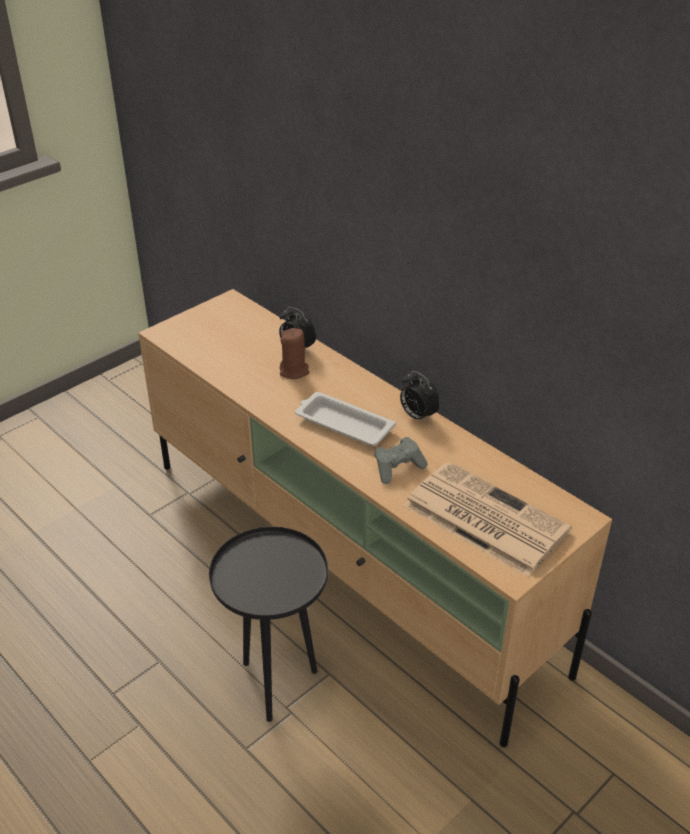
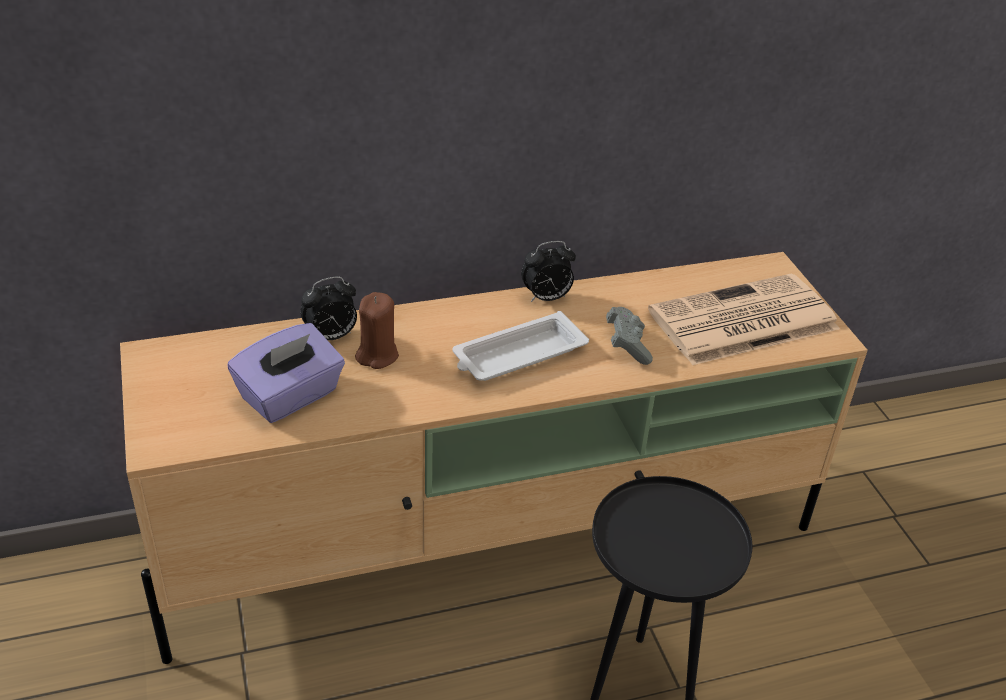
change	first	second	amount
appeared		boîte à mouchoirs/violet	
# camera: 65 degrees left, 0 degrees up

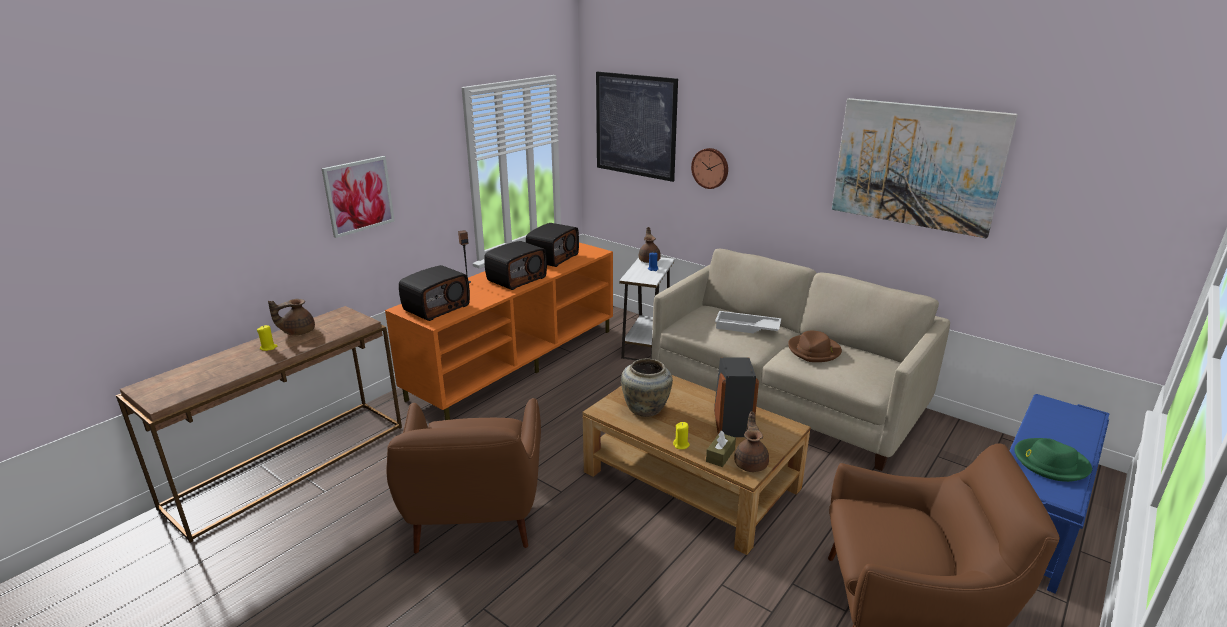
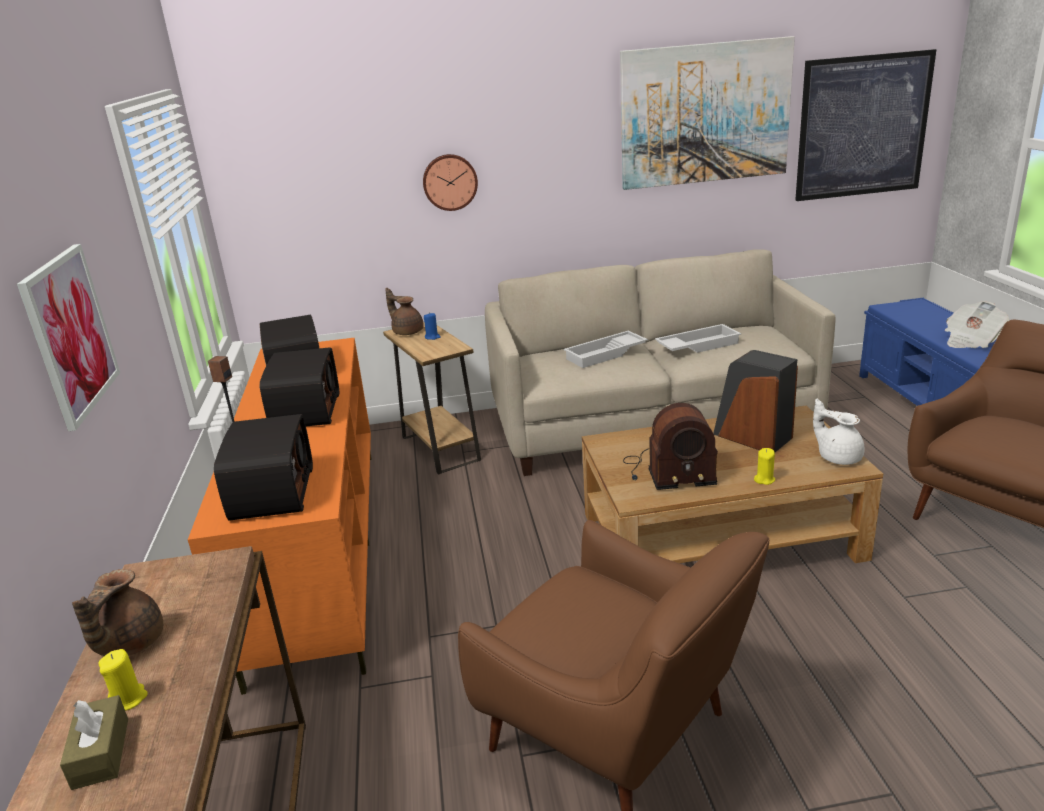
change	first	second	amount
relocated	tableau (no. 2 from left in the first image)	tableau (no. 3 from left)	
colour	table d'appoint/blanc	table d'appoint/marron	
exchanged	vase/beige	radio (no. 4 from left)	
relocated	boîte à mouchoirs/marron		
colour	théière/marron (no. 3 from left)	théière/blanc	
exchanged	chapeau/marron	plateau/blanc (no. 2 from left)	
exchanged	chapeau/vert	journal	
# camera: 45 degrees left, 0 degrees up

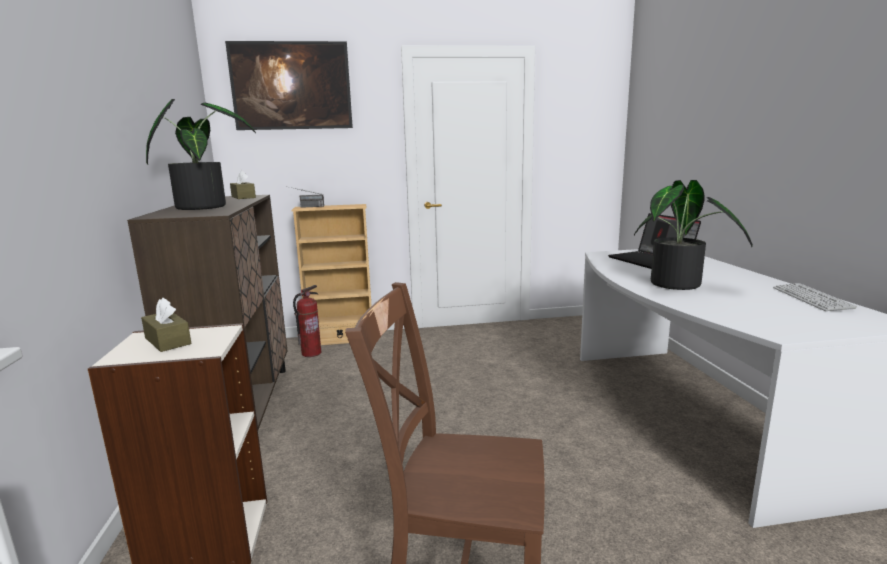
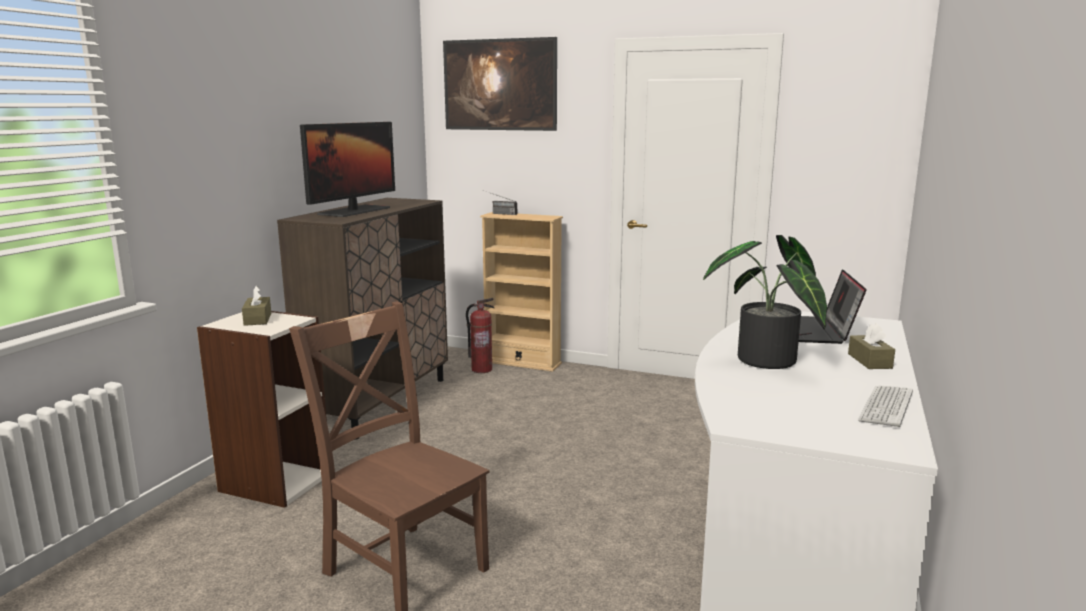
change	first	second	amount
exchanged	plante en pot (no. 1 from left)	écran d'ordinateur	
relocated	boîte à mouchoirs/marron (no. 2 from left)		
# camera: 30 degrees right, 0 degrees up

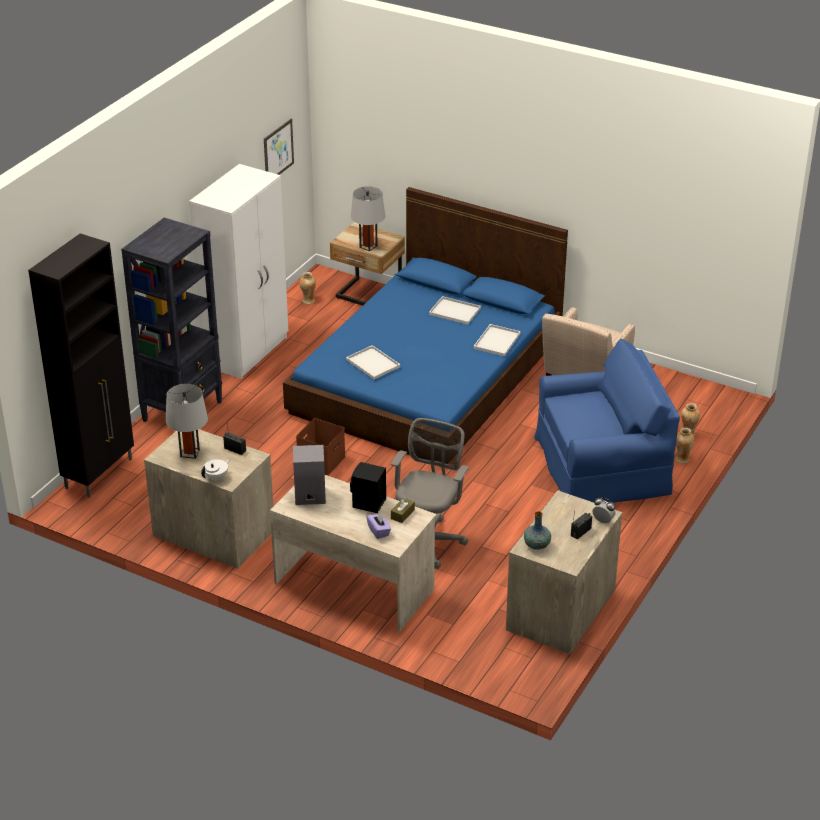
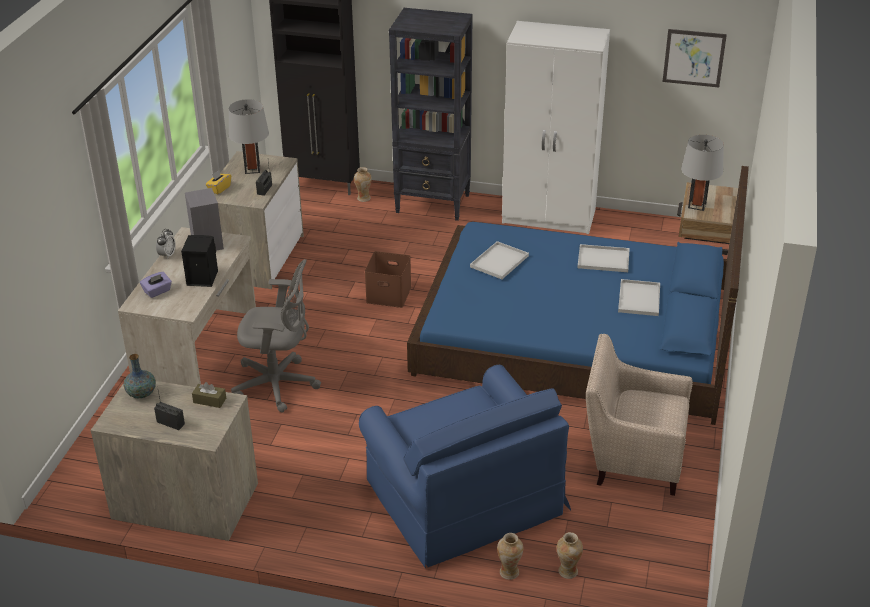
change	first	second	amount
exchanged	théière/blanc	boîte à mouchoirs/jaune	
relocated	vase (no. 1 from left in the first image)	vase (no. 2 from left)	
relocated	boîte à mouchoirs/marron		
relocated	plateau/blanc (no. 3 from left in the first image)	plateau/blanc (no. 2 from left)	
relocated	réveil		
# camera: 75 degrees right, 0 degrees up

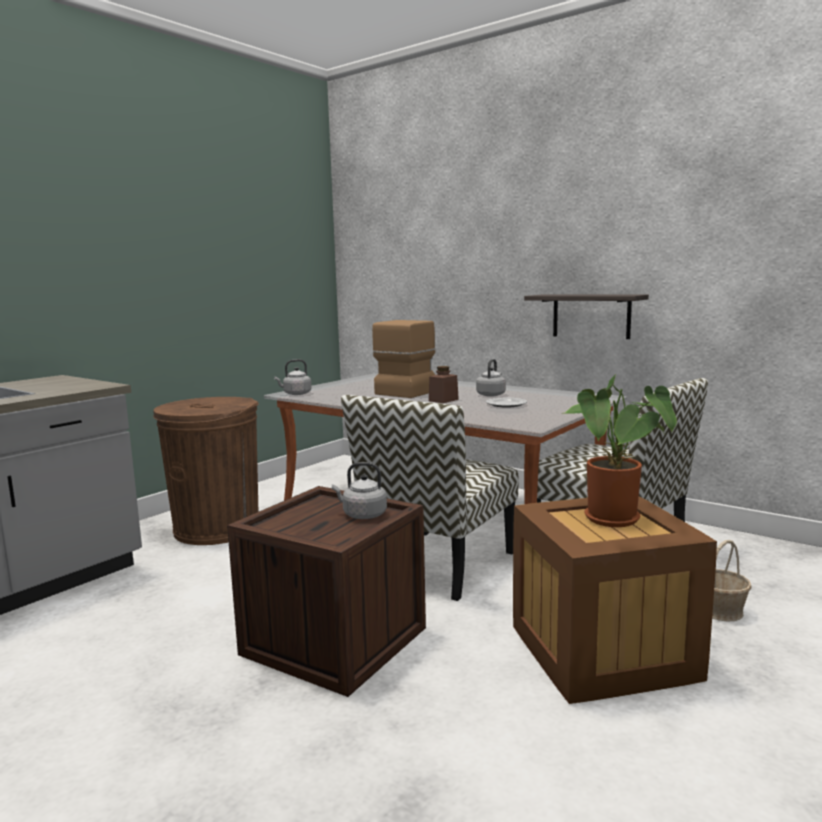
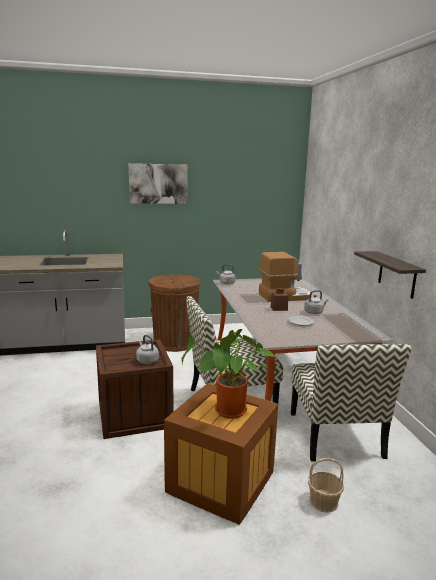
change	first	second	amount
appeared		tableau	
# camera: 40 degrees right, 5 degrees up

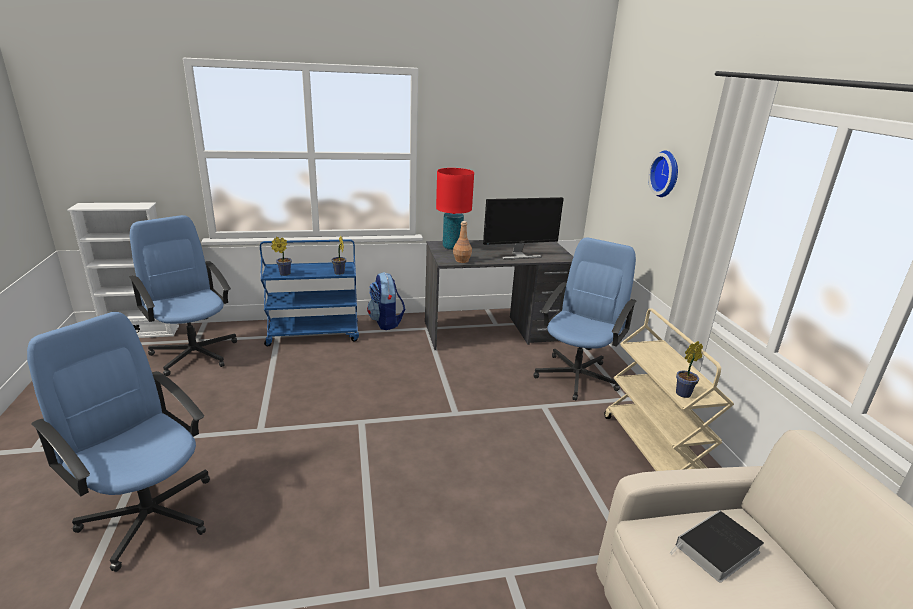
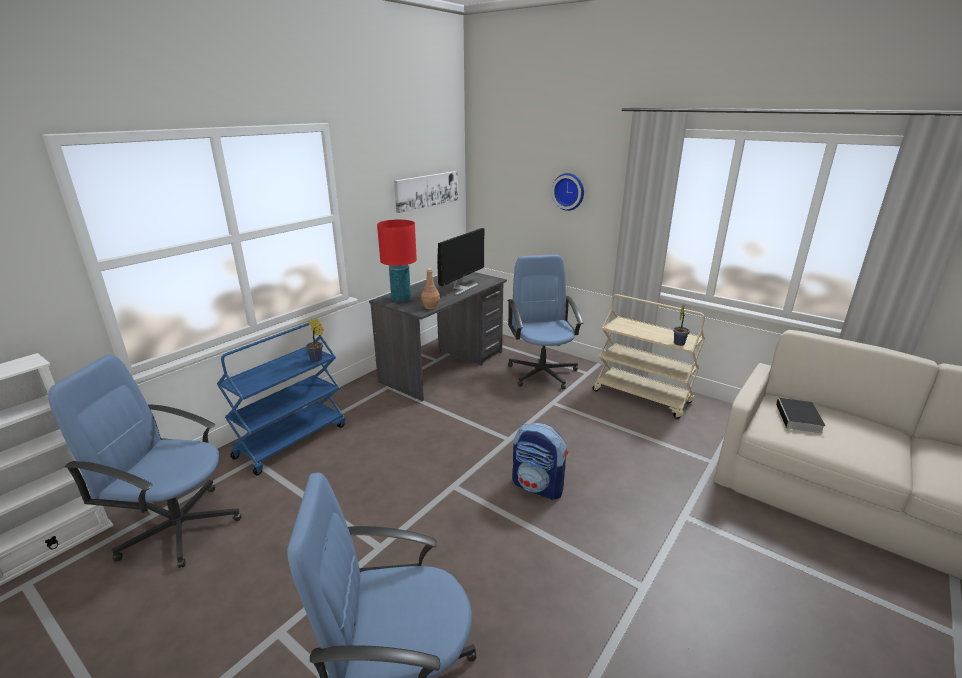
change	first	second	amount
missing	plante en pot (no. 1 from left)		
relocated	sac à dos		
appeared		tableau	
# camera: 40 degrees left, 0 degrees up

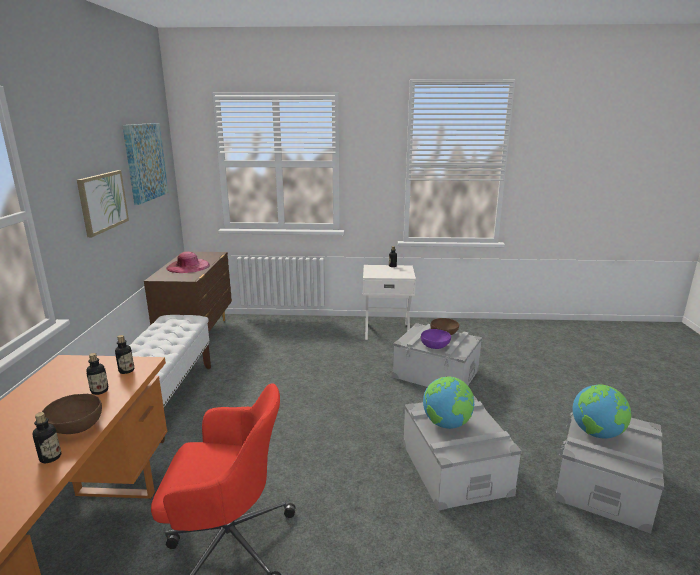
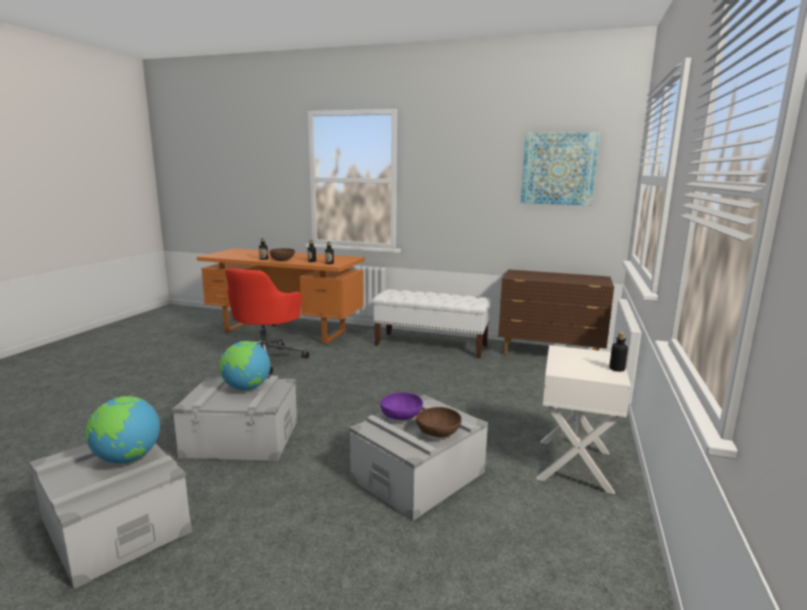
change	first	second	amount
missing	tableau (no. 1 from left)		
missing	chapeau/rose		
# camera: 105 degrees right, 5 degrees down

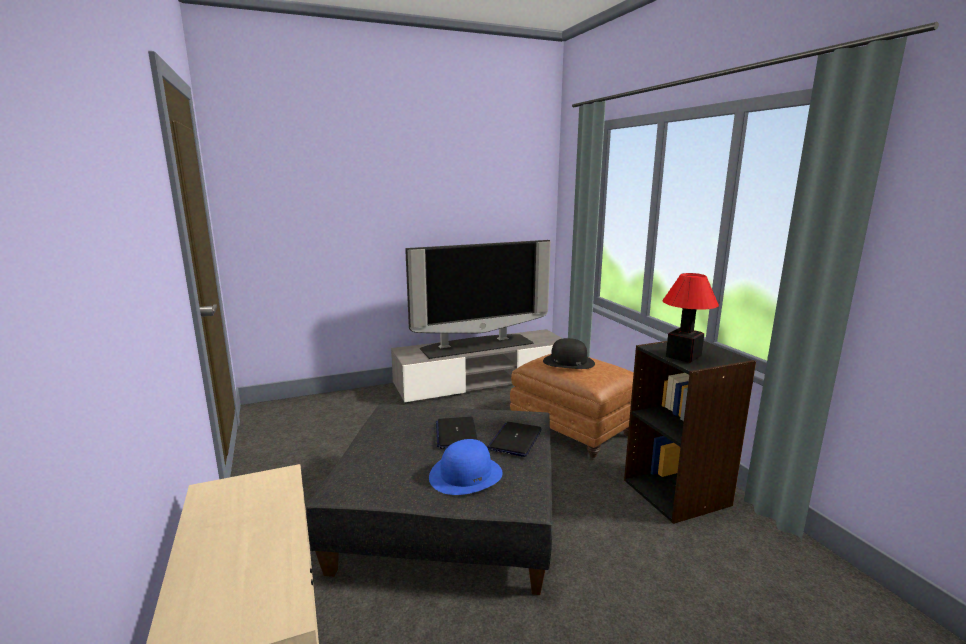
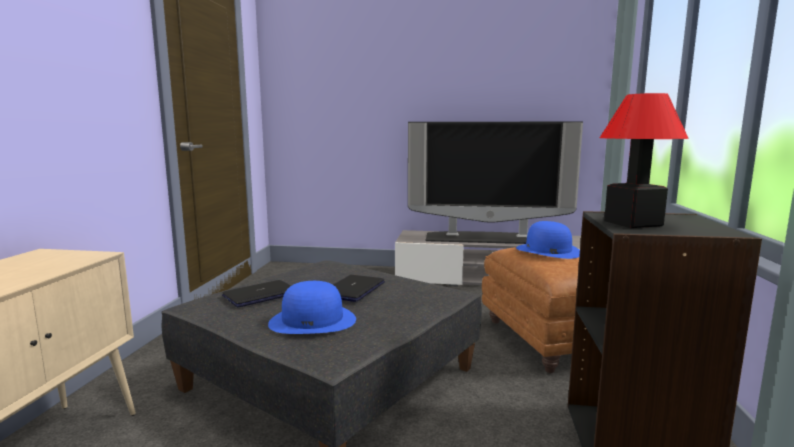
change	first	second	amount
relocated	ordinateur portable (no. 2 from left in the first image)	ordinateur portable (no. 1 from left)	
colour	chapeau/noir	chapeau/bleu (no. 2 from left)	
# camera: 30 degrees right, 5 degrees down

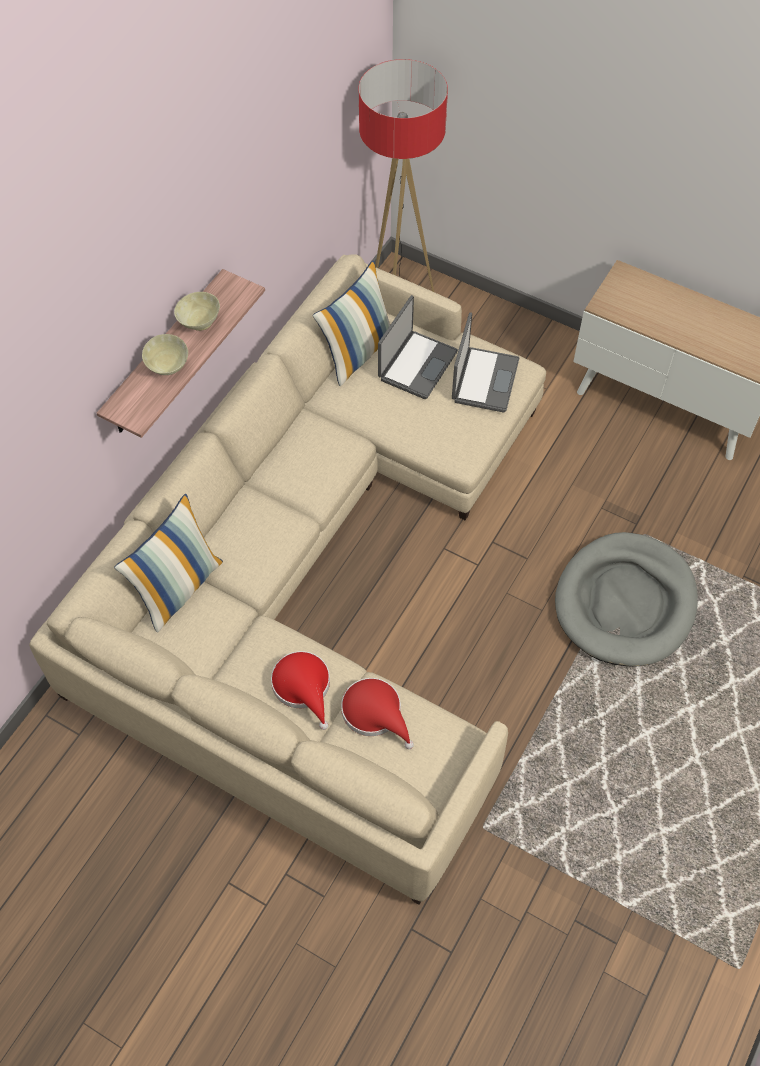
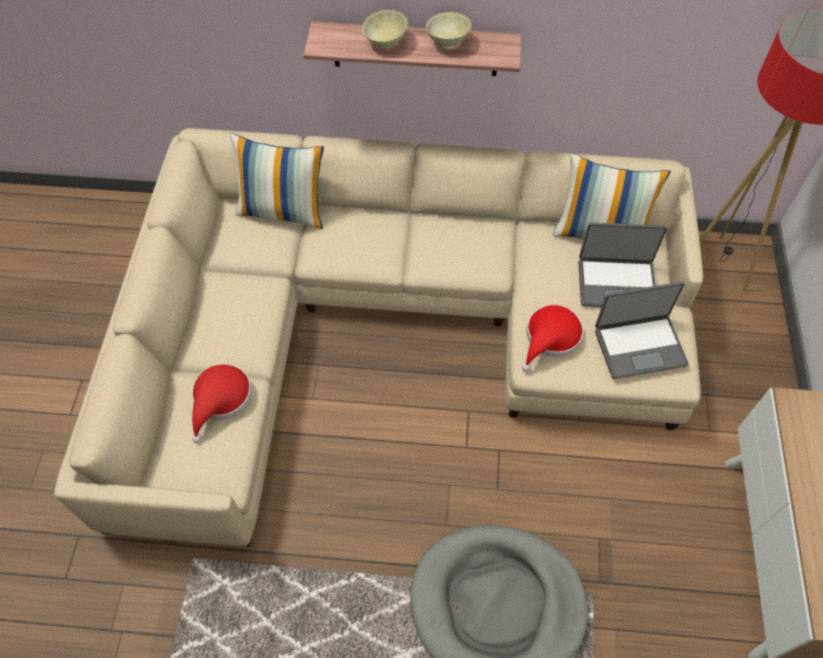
change	first	second	amount
relocated	chapeau/rouge (no. 1 from left in the first image)	chapeau/rouge (no. 2 from left)	
# camera: 65 degrees right, 0 degrees up

